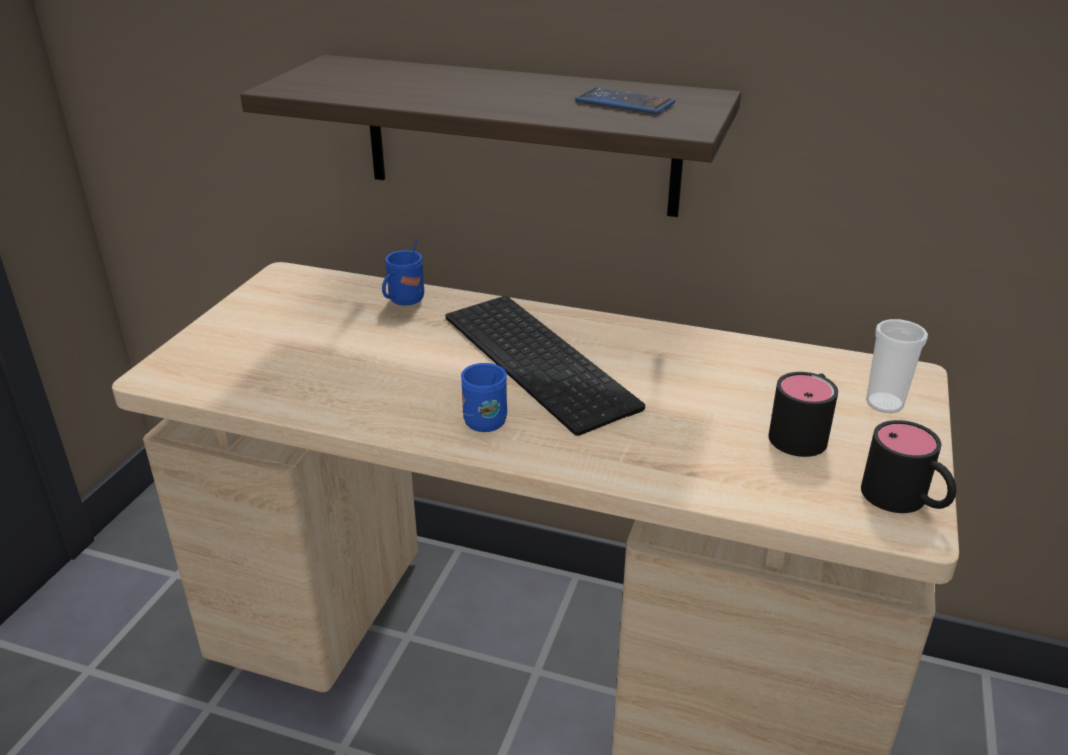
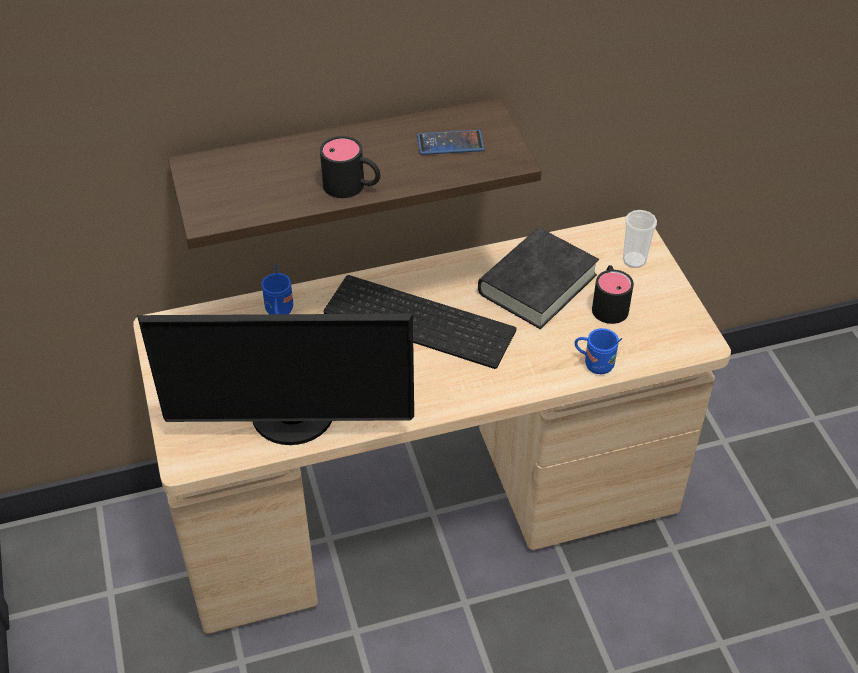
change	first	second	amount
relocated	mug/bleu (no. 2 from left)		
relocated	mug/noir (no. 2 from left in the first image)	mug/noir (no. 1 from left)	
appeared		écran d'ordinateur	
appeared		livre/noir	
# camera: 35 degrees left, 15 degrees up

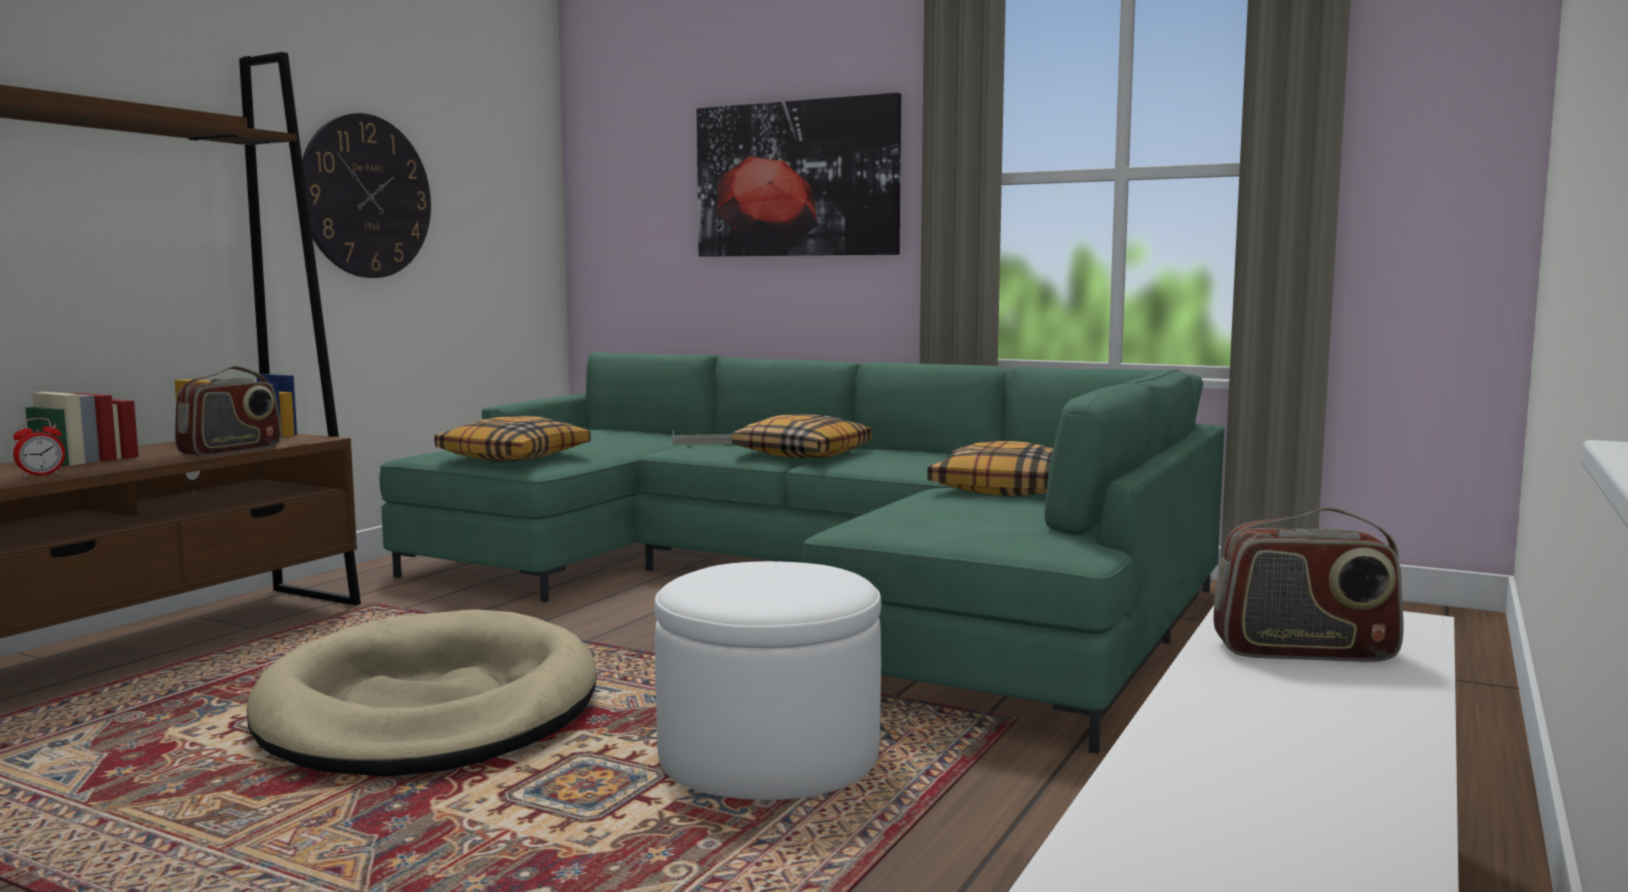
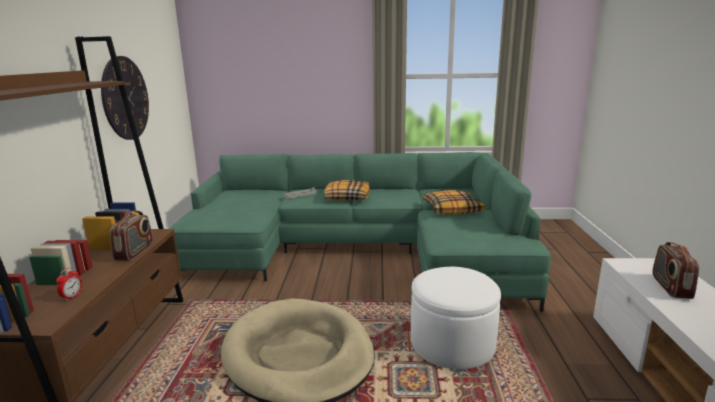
change	first	second	amount
missing	coussin (no. 1 from left)		
missing	tableau		
spun	radio (no. 2 from left)		120 degrees clockwise
# camera: 25 degrees left, 10 degrees up

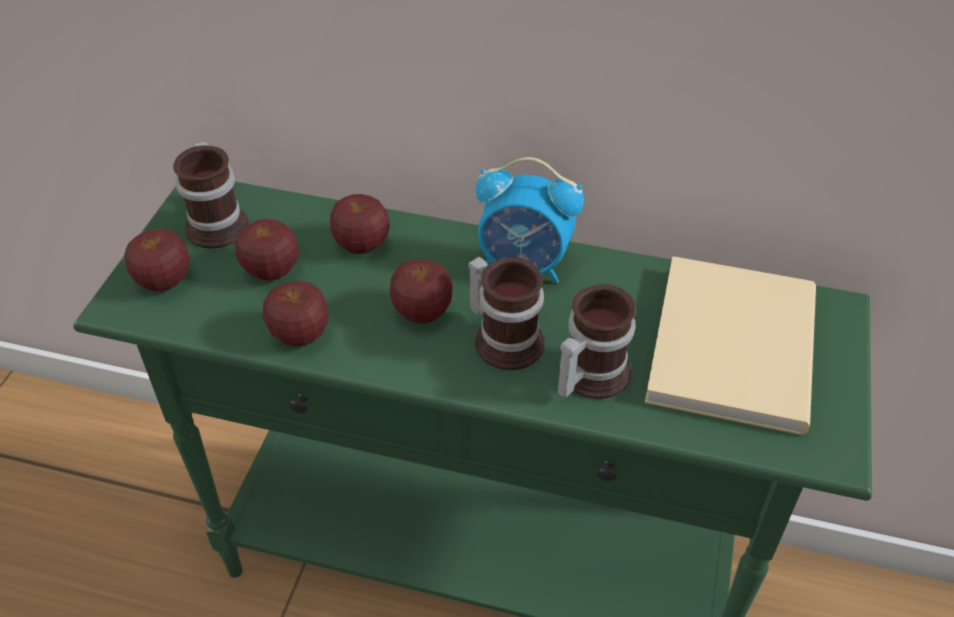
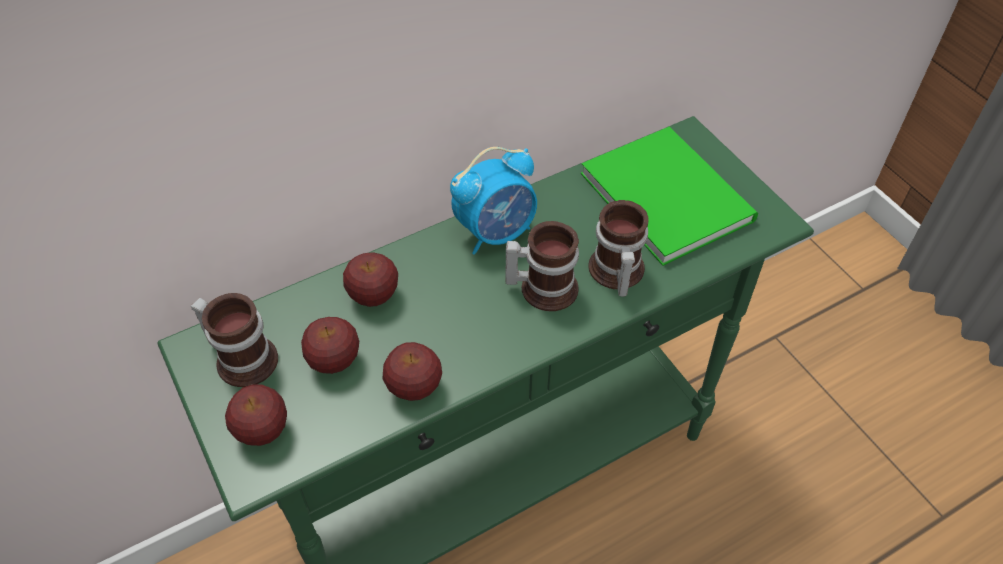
change	first	second	amount
missing	pomme (no. 5 from left)		
colour	livre/beige	livre/vert	
# camera: 45 degrees left, 5 degrees up

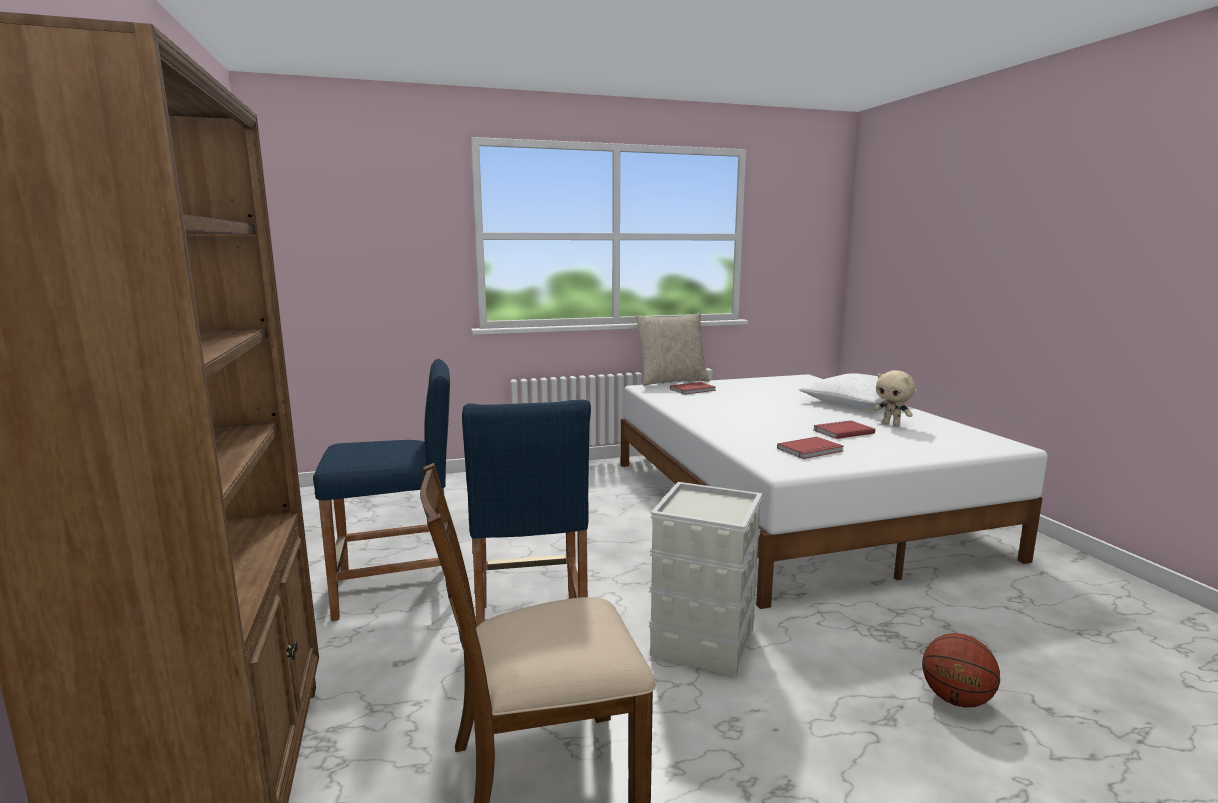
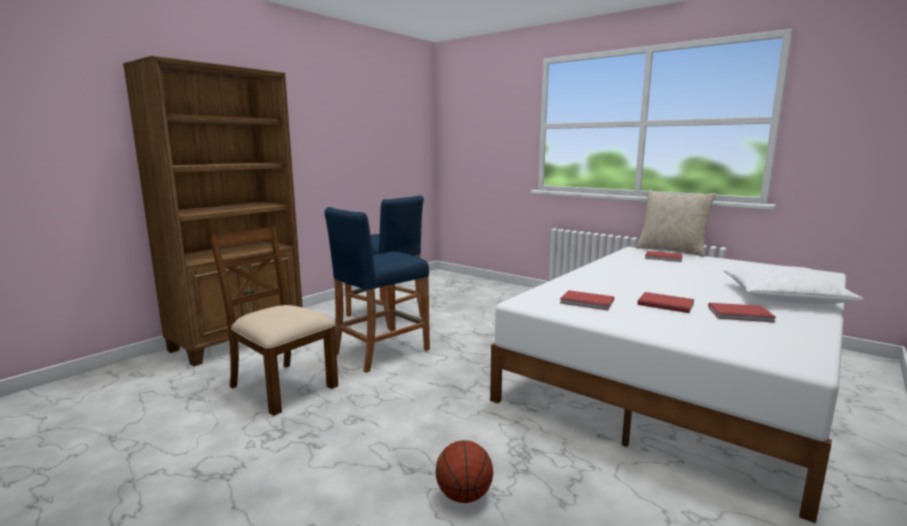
change	first	second	amount
missing	boîte de rangement/gris		
exchanged	peluche/beige	livre/rouge (no. 4 from left)	
# camera: 55 degrees right, 0 degrees up

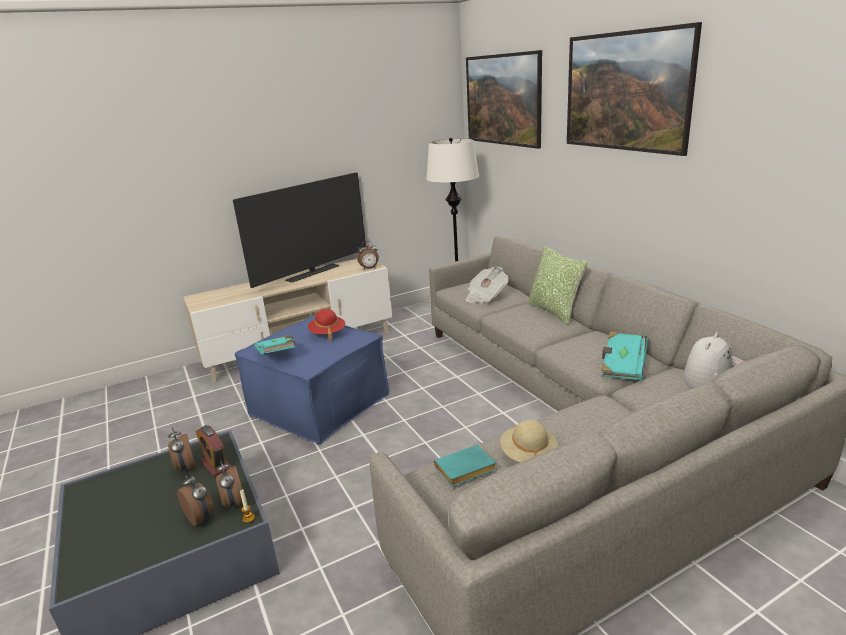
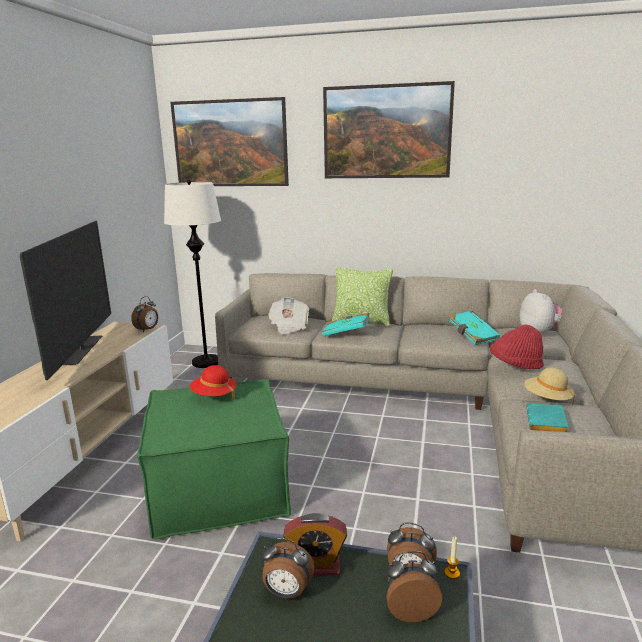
change	first	second	amount
colour	pouf/bleu	pouf/vert	
relocated	livre/turquoise (no. 1 from left)		
appeared		chapeau/rouge (no. 2 from left)	
# camera: 50 degrees left, 5 degrees down

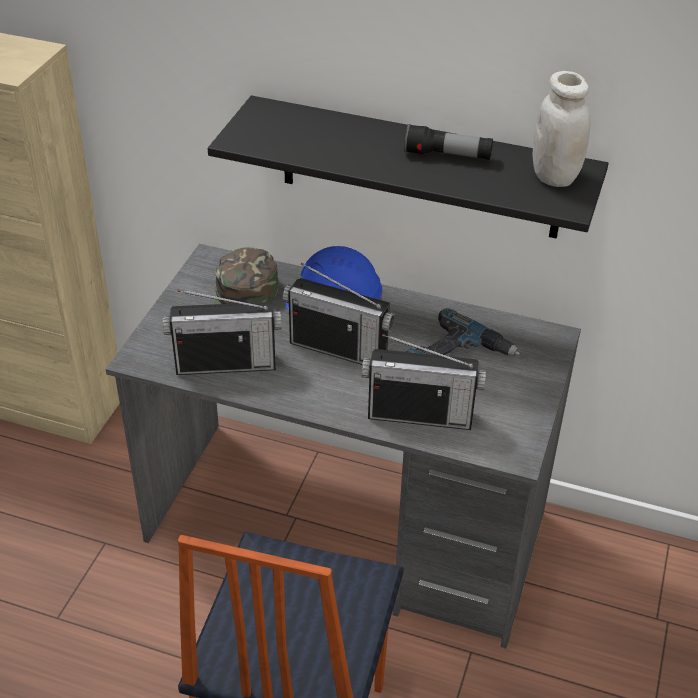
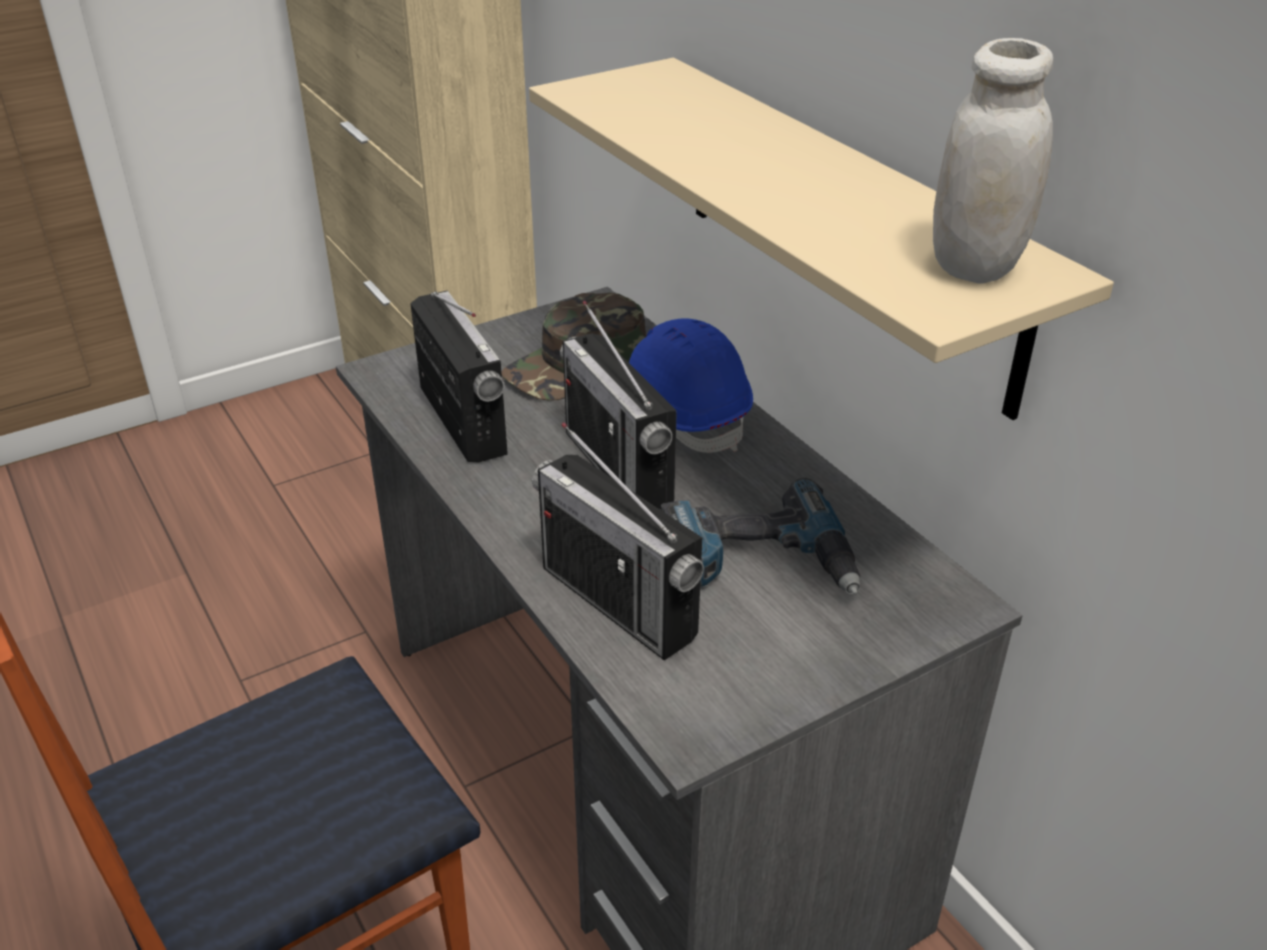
change	first	second	amount
spun	radio (no. 1 from left)		150 degrees counterclockwise
colour	étagère/noir	étagère/beige	
missing	lampe de poche		
# camera: 40 degrees right, 5 degrees down

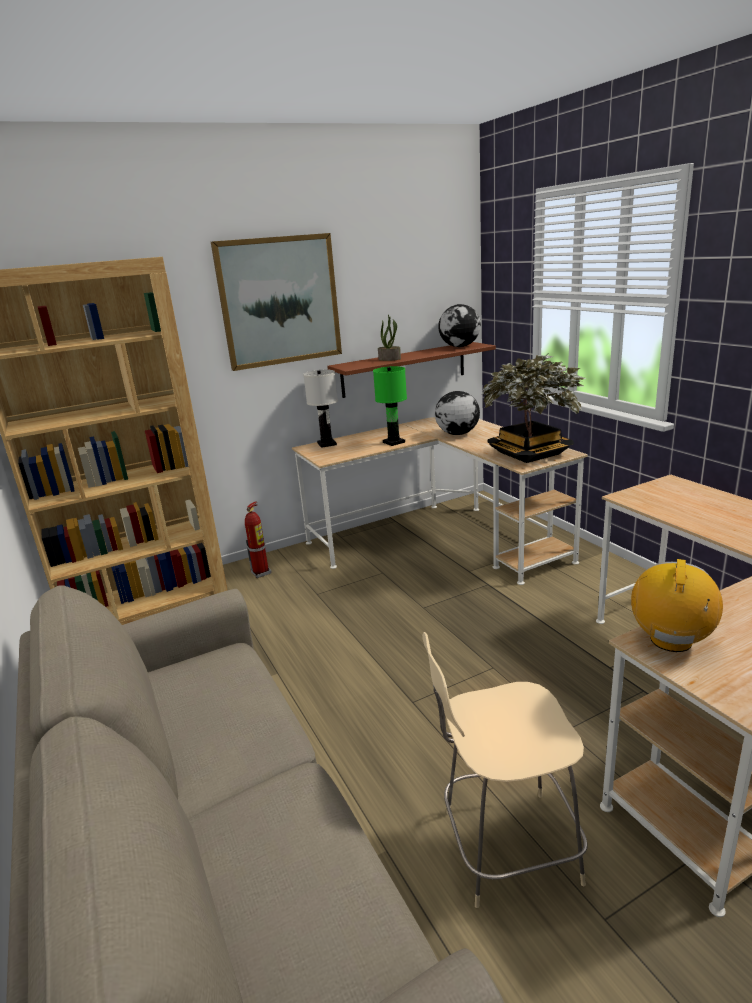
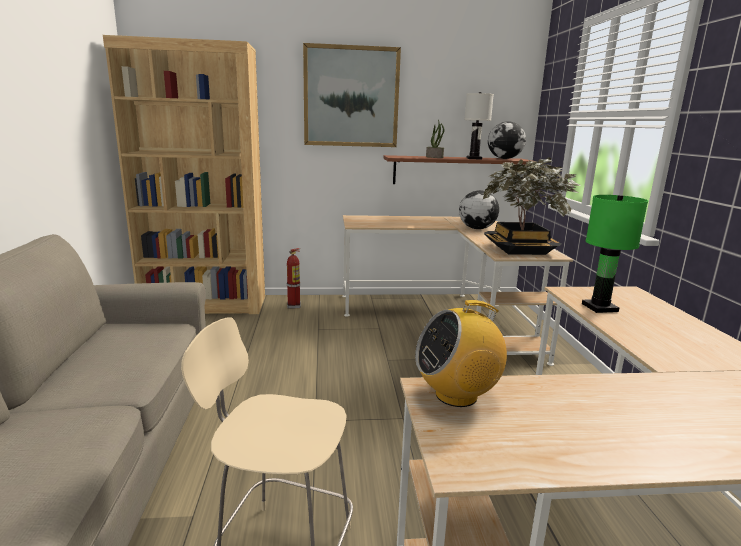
change	first	second	amount
relocated	lampe de table/blanc		
relocated	lampe de table/vert		
spun	radio		150 degrees counterclockwise
# camera: 20 degrees right, 5 degrees down

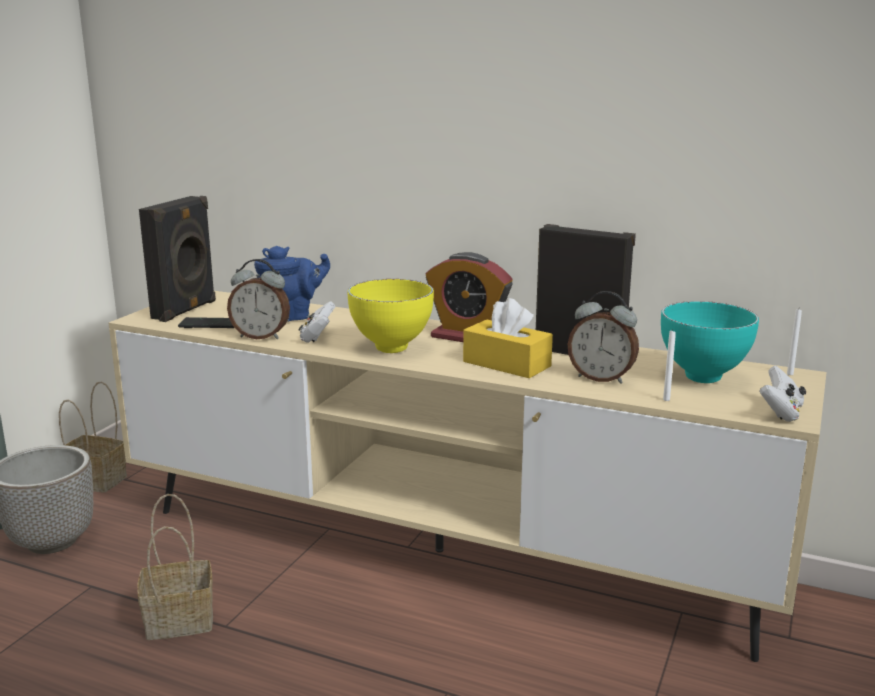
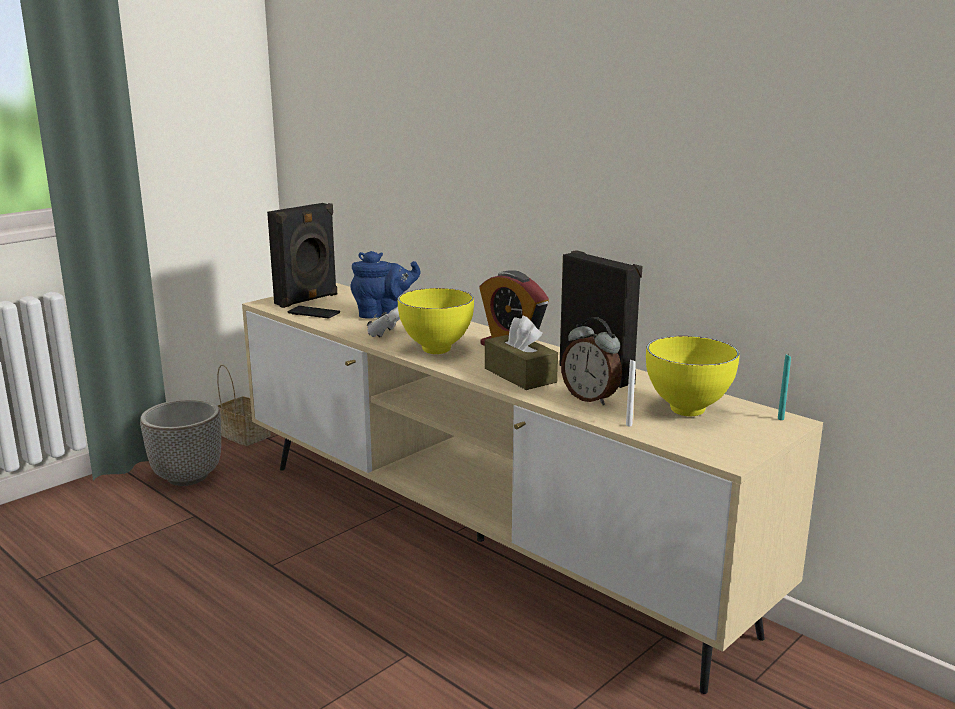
change	first	second	amount
missing	panier (no. 2 from left)		
missing	réveil (no. 1 from left)		
colour	boîte à mouchoirs/jaune	boîte à mouchoirs/marron	
colour	bol/turquoise	bol/jaune (no. 2 from left)	
missing	manette/blanc (no. 2 from left)		
colour	bougie/blanc (no. 2 from left)	bougie/turquoise	
# camera: 20 degrees right, 0 degrees up

